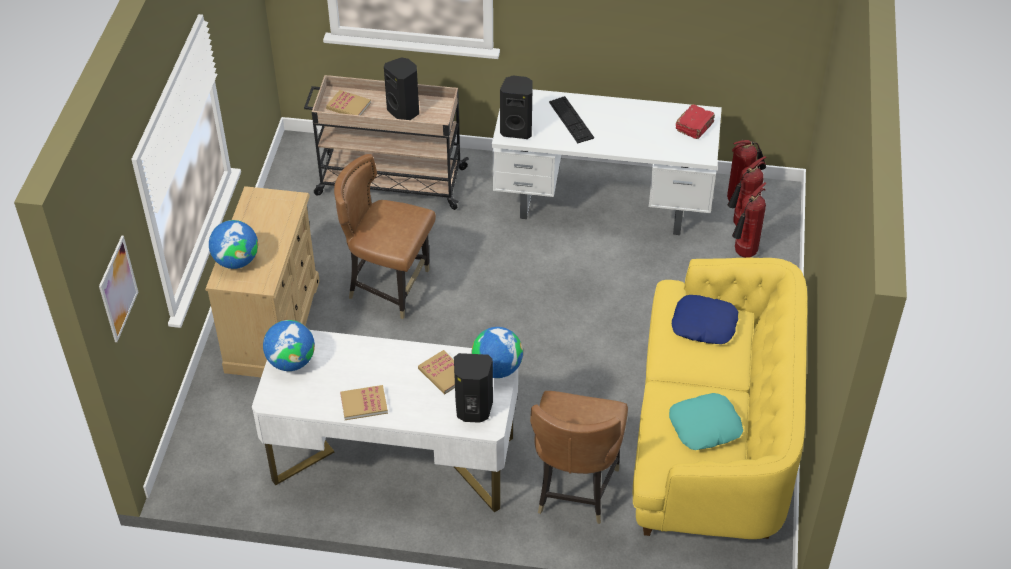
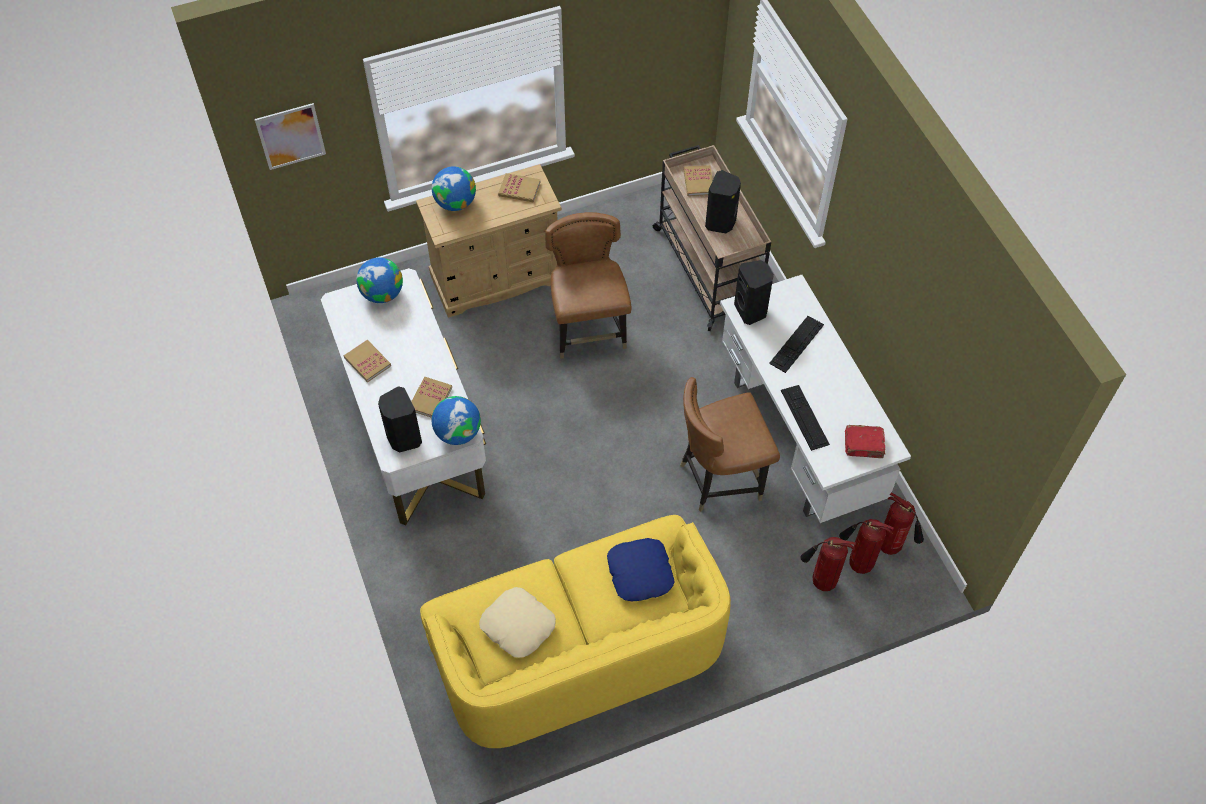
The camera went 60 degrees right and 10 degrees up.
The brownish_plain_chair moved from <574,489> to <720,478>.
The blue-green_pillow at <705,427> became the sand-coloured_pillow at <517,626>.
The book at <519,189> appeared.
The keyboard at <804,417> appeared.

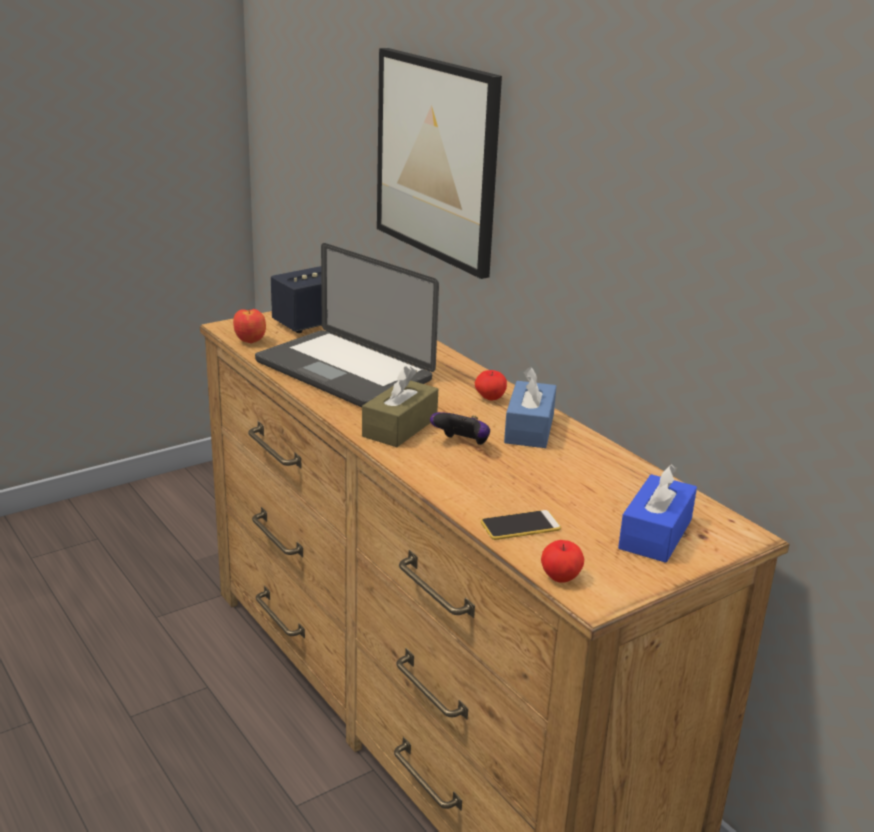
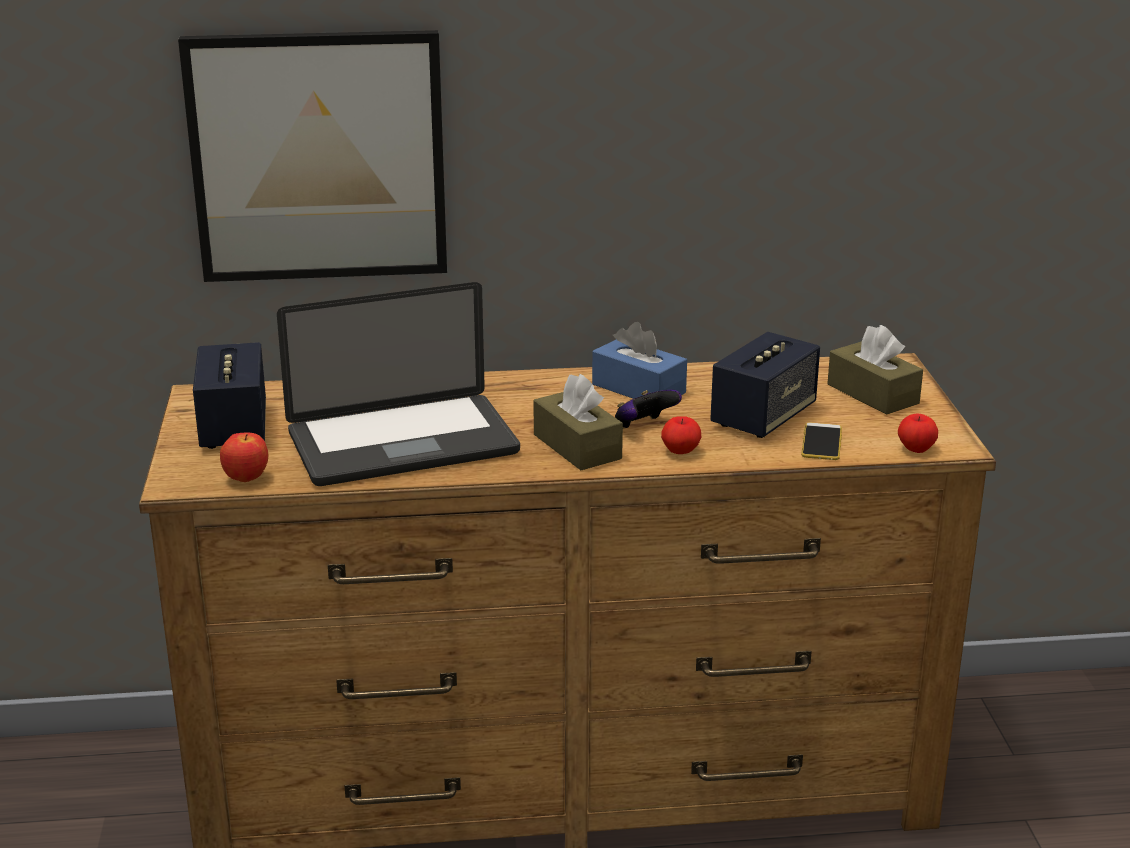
The camera went 60 degrees left and 0 degrees up.
The apple_fruit moved from <490,398> to <680,452>.
The bluish_tissue_holder at <655,534> became the brownish_tissue_holder at <872,394>.
The audio_speaker at <763,417> appeared.

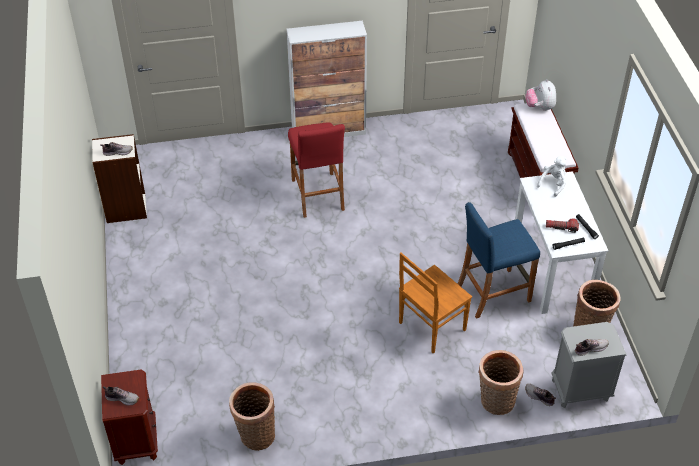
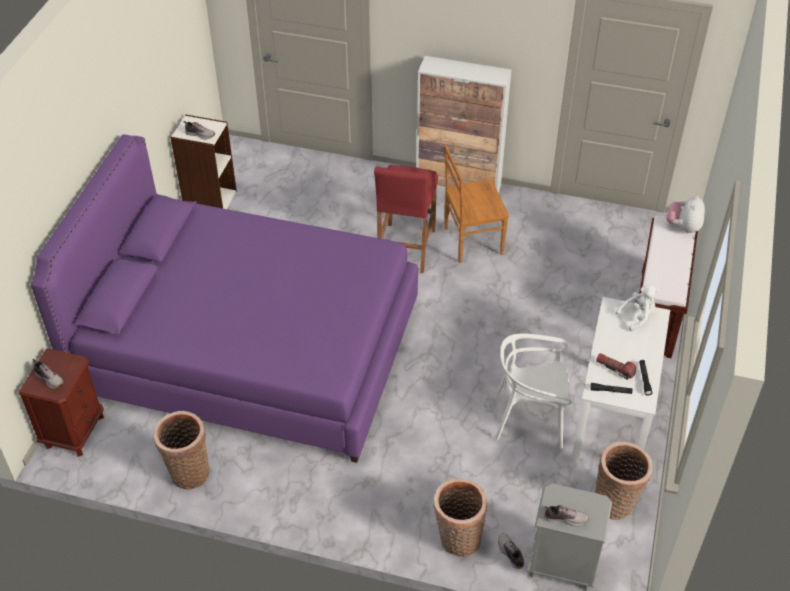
The camera went 25 degrees right and 0 degrees up.
The bluish_stool at <493,293> was replaced by the whitish_plain_chair at <529,419>.
The brownish_plain_chair moved from <430,327> to <471,241>.
The purplish_bed at <249,350> appeared.

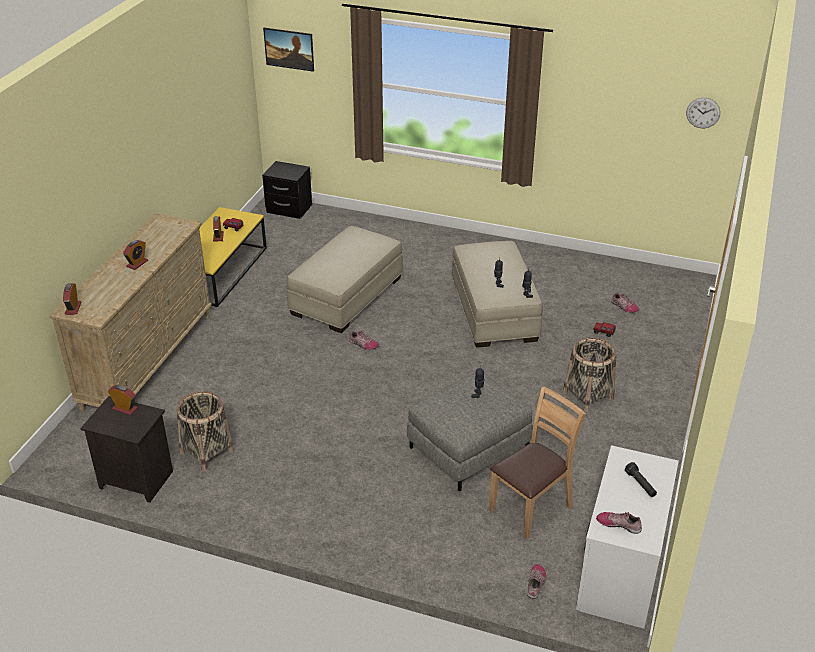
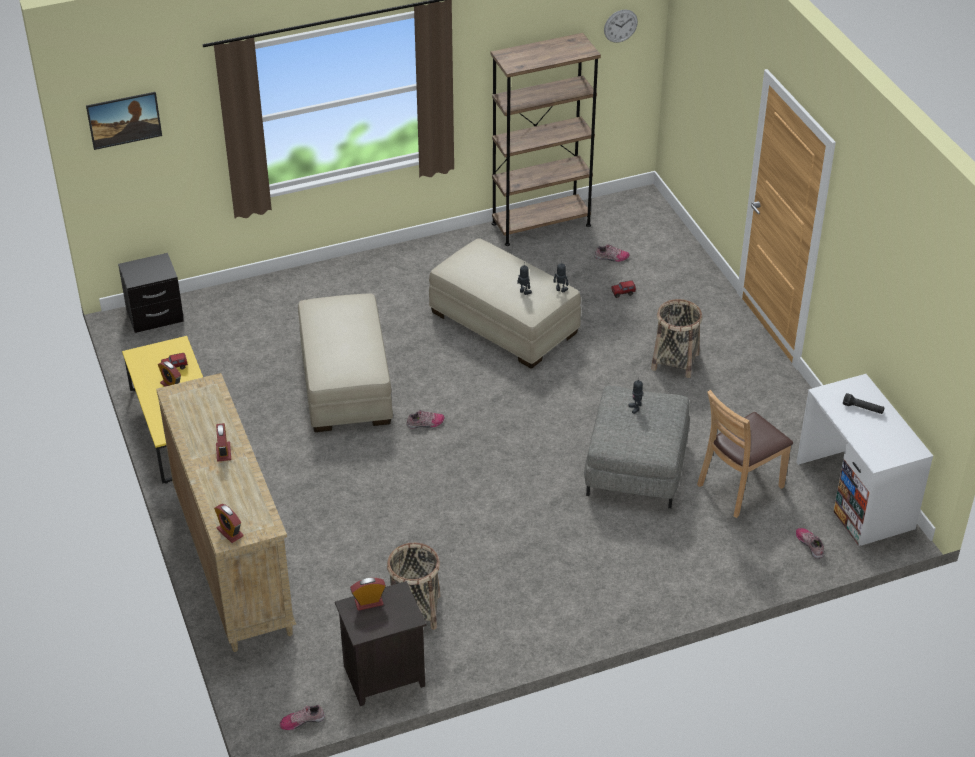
The camera went 40 degrees left and 5 degrees up.
The brownish_plain_chair at <531,508> turned 135 degrees counterclockwise.
The item_of_footwear moved from <619,524> to <302,720>.
The brownish_shelving_unit at <541,224> appeared.

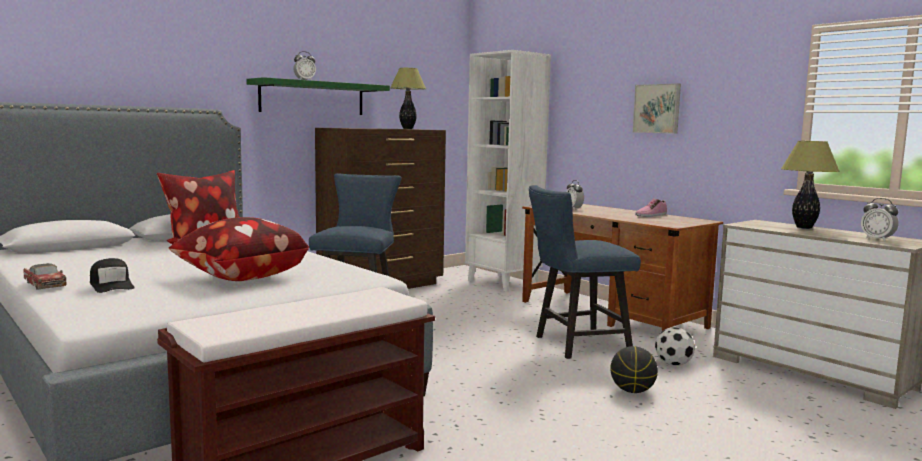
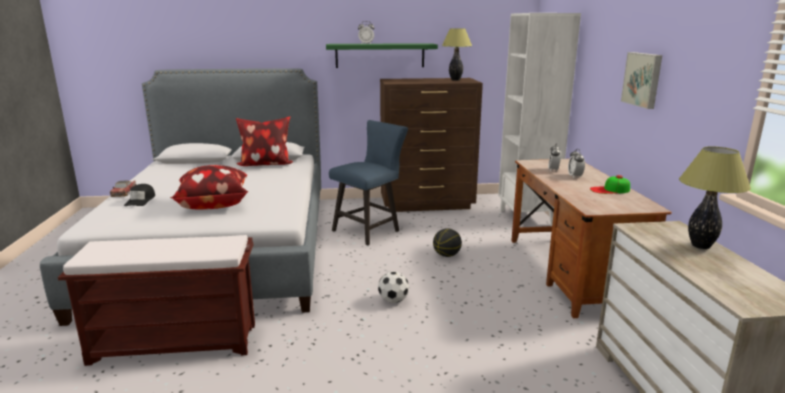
The camera went 35 degrees right and 10 degrees up.
The bluish_plain_chair at <575,345> disappeared.
The alarm_clock moved from <877,239> to <575,176>.
The item_of_footwear at <650,215> was replaced by the peaked_cap at <610,190>.
The ball_for_football moved from <673,364> to <393,300>.
The basketball_ball moved from <632,391> to <447,255>.

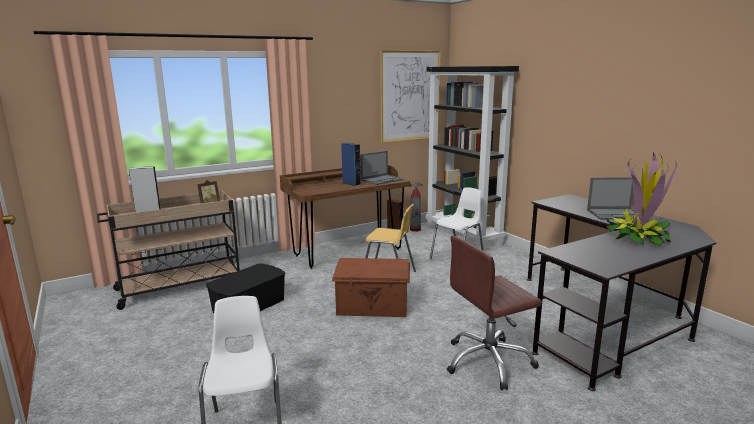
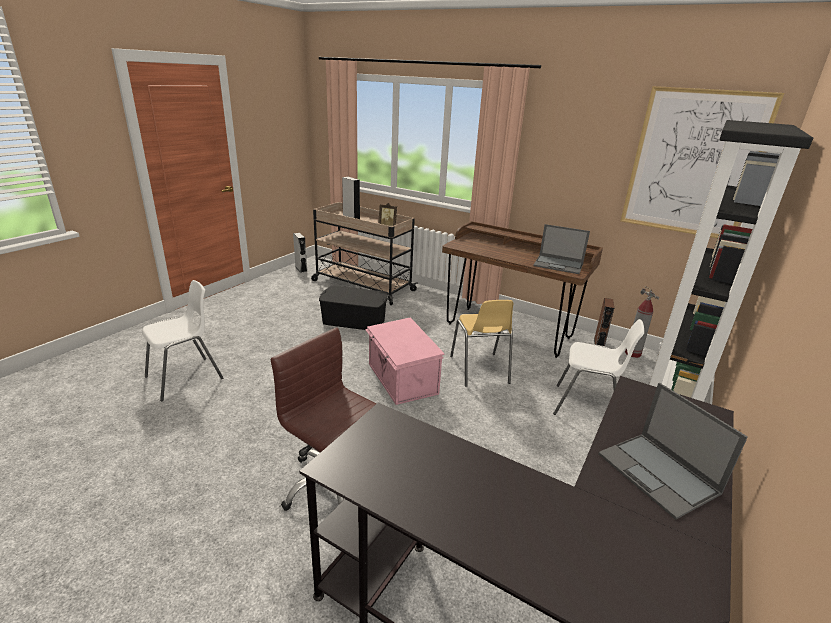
The camera went 60 degrees right and 10 degrees up.
The bluish_audio_speaker at <351,183> disappeared.
The houseplant at <637,238> disappeared.
The brownish_storage_bin at <373,306> became the pinkish_storage_bin at <401,379>.
The gray_audio_speaker at <301,269> appeared.

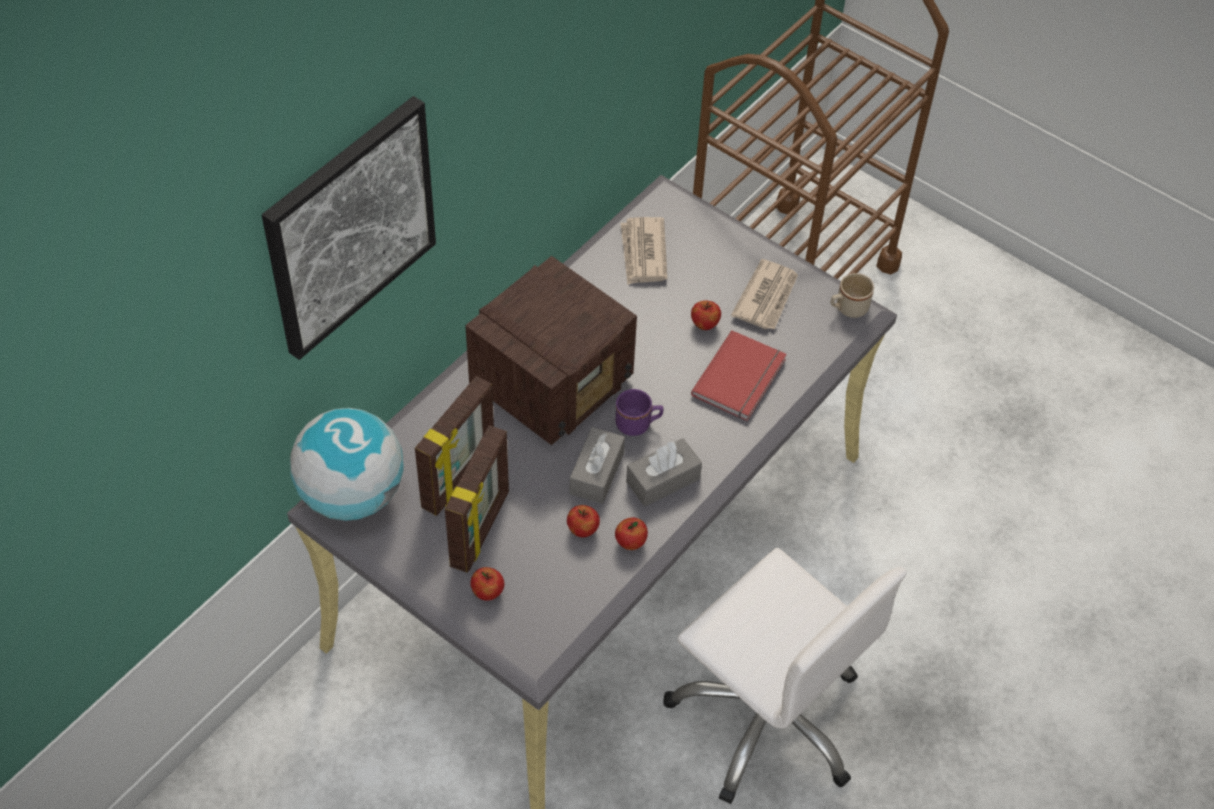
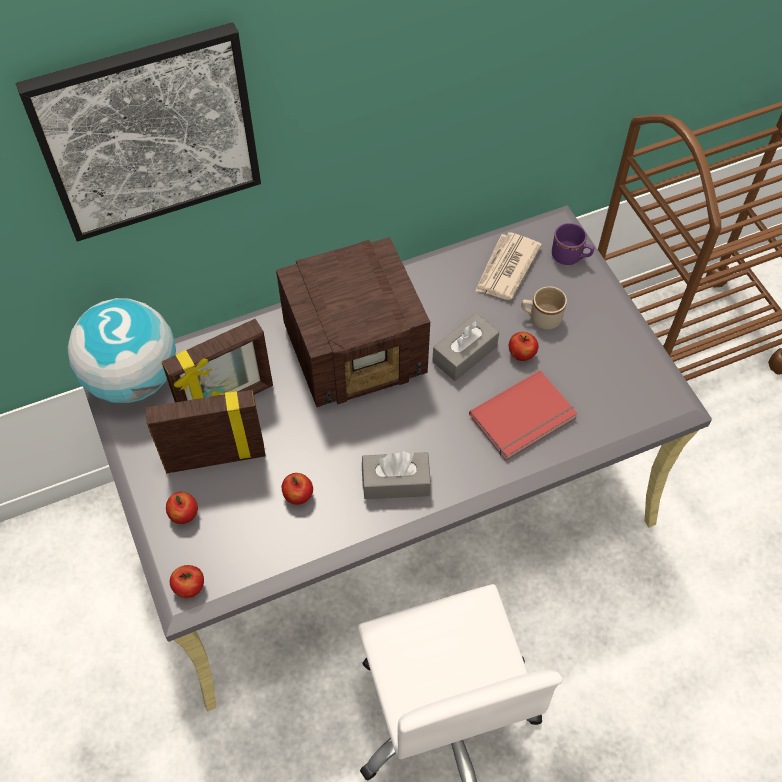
The camera went 30 degrees right and 5 degrees up.
The daily_paper at <767,297> disappeared.
The sand-coloured_coffee_mug moved from <847,308> to <540,318>.
The purplish_coffee_mug moved from <638,424> to <571,257>.
The picture_frame at <481,529> turned 150 degrees counterclockwise.
The gray_tissue_holder moved from <596,473> to <464,354>.
The apple_fruit moved from <630,542> to <189,587>.

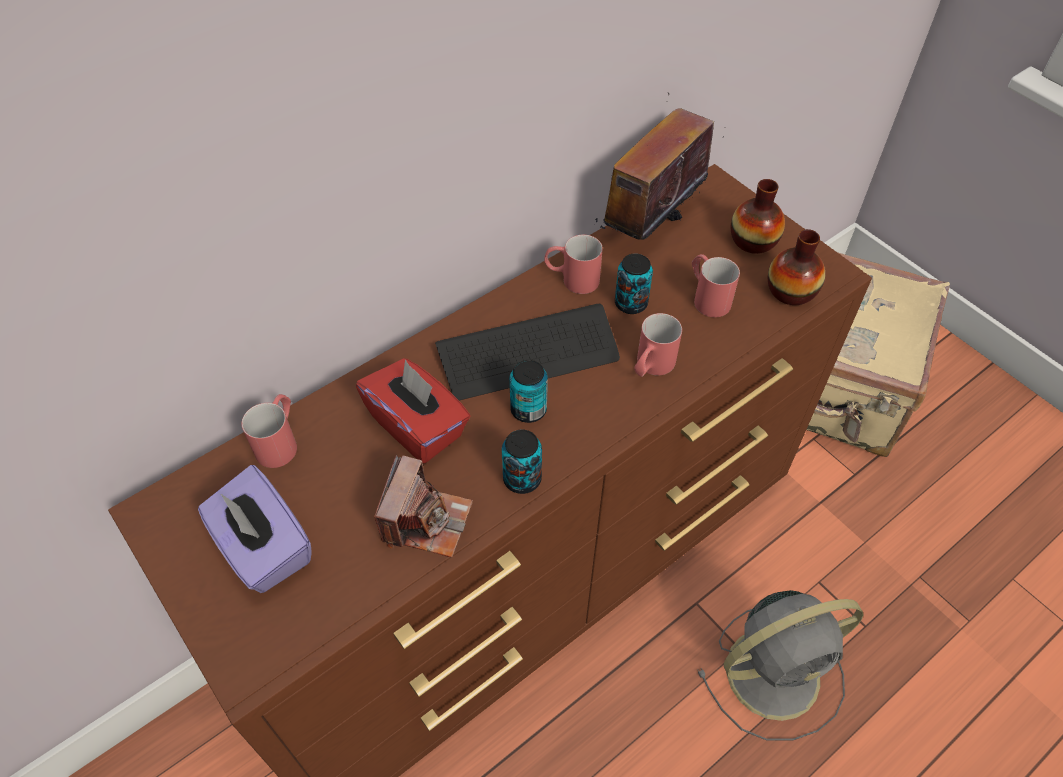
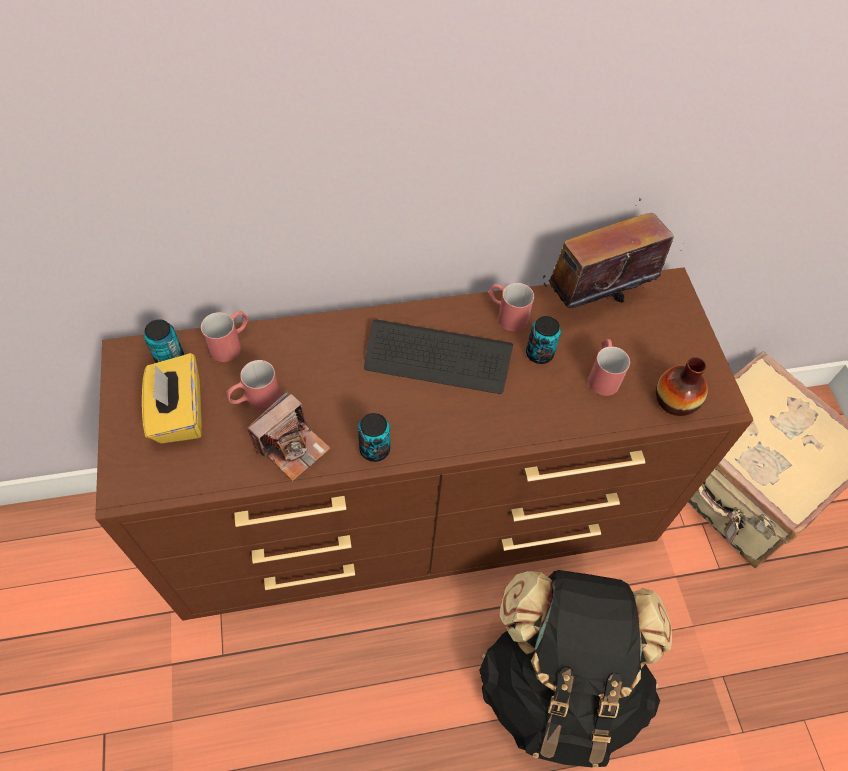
The camera went 25 degrees right and 5 degrees up.
The decorative_vase at <753,241> disappeared.
The reddish_coffee_mug moved from <651,367> to <255,400>.
The reddish_tissue_holder at <418,426> disappeared.
The sealed_can moved from <528,409> to <169,358>.
The purplish_tissue_holder at <264,548> became the yellow_tissue_holder at <179,413>.
The gray_cooling_fan at <776,671> was replaced by the blackish_backpack at <559,685>.

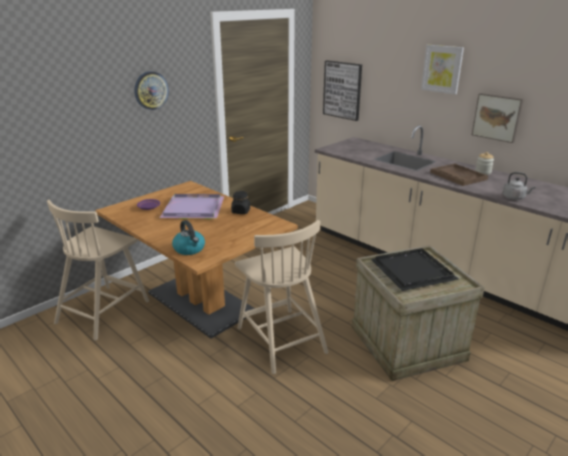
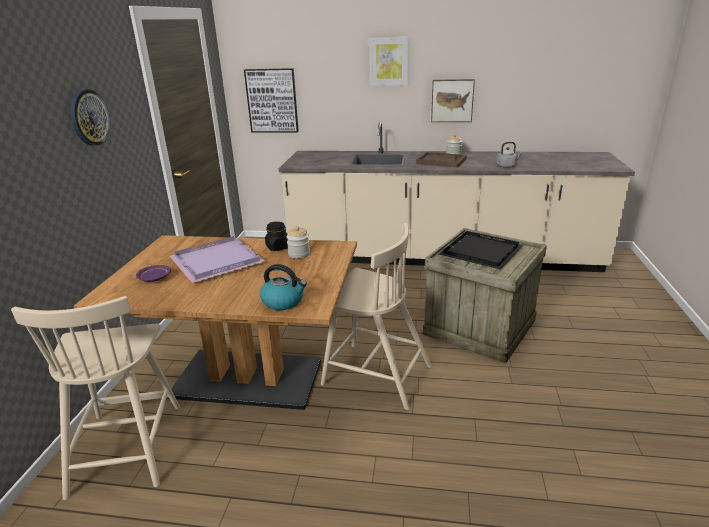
The camera went 35 degrees left and 0 degrees up.
The storage_jar at <299,254> appeared.

